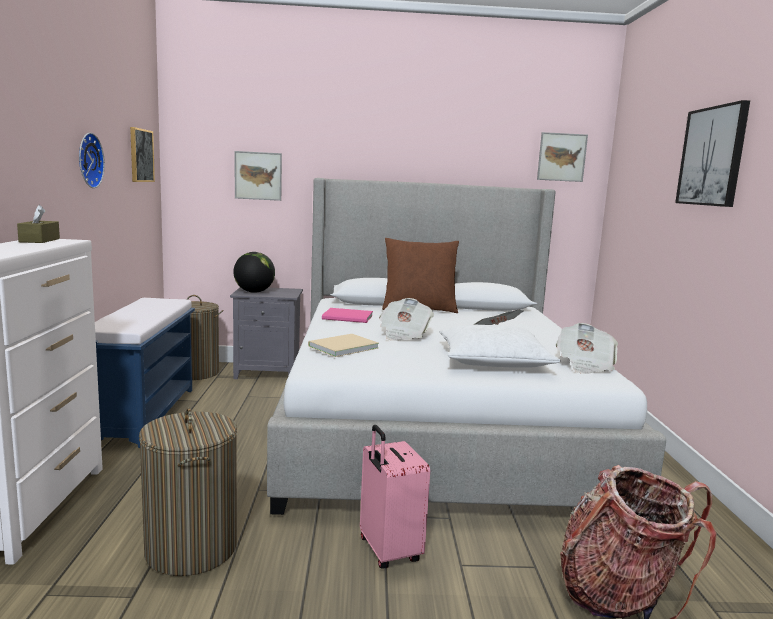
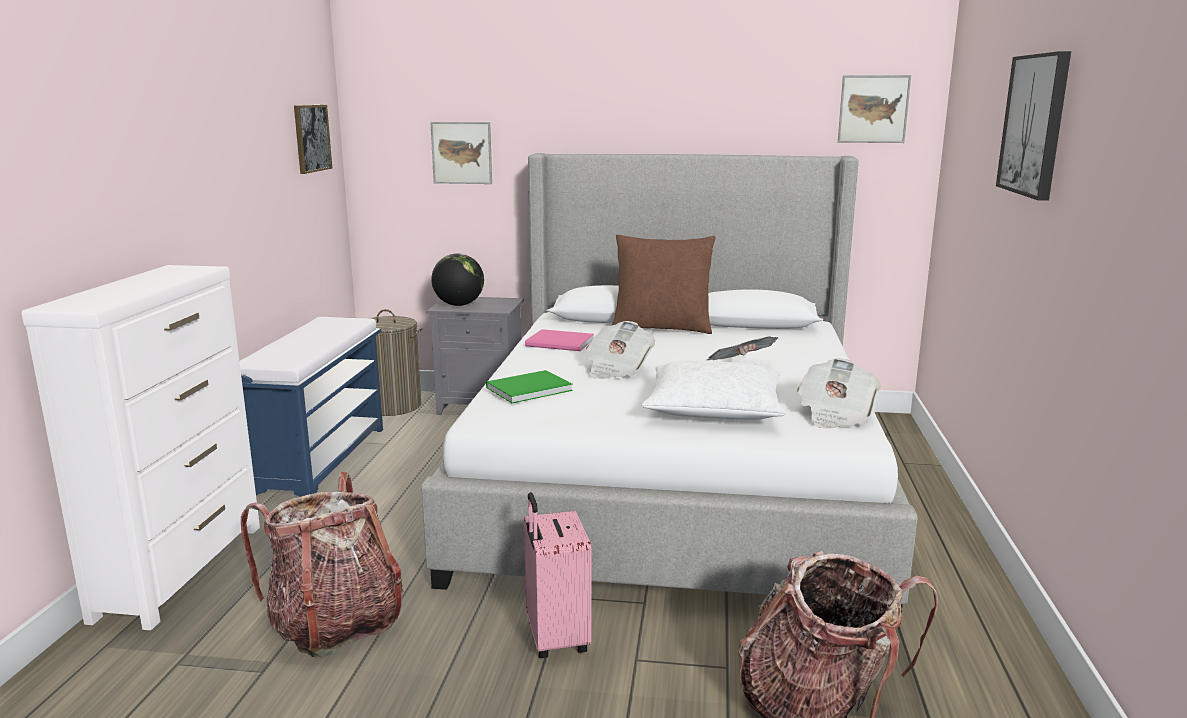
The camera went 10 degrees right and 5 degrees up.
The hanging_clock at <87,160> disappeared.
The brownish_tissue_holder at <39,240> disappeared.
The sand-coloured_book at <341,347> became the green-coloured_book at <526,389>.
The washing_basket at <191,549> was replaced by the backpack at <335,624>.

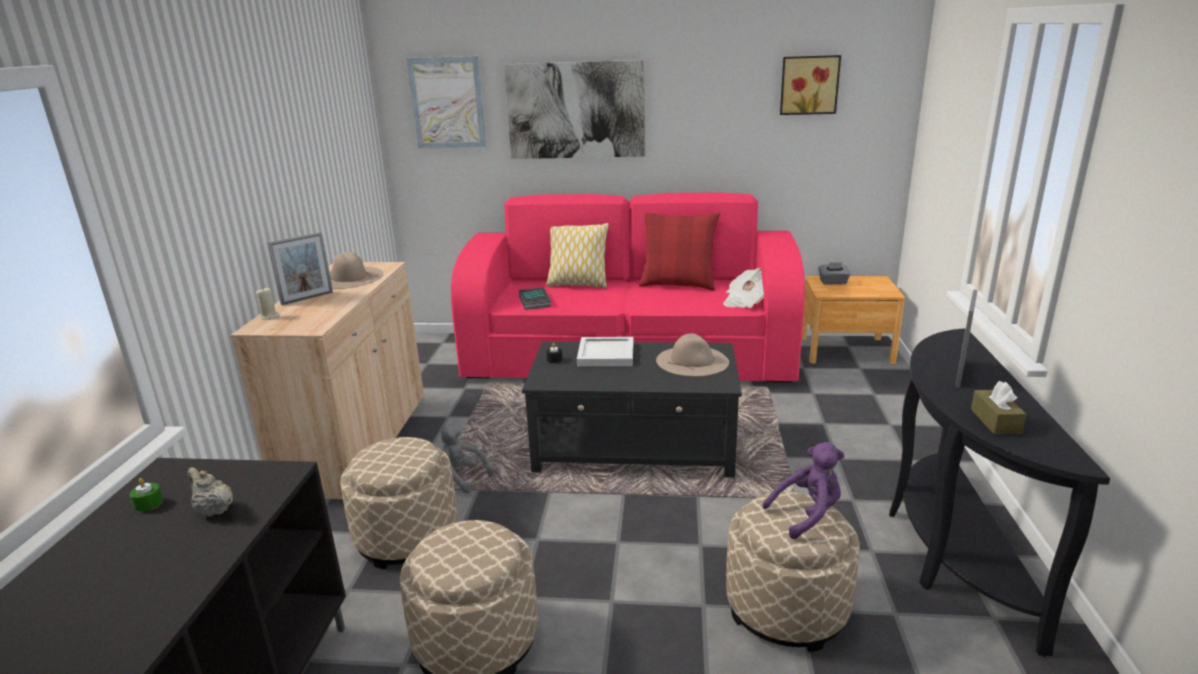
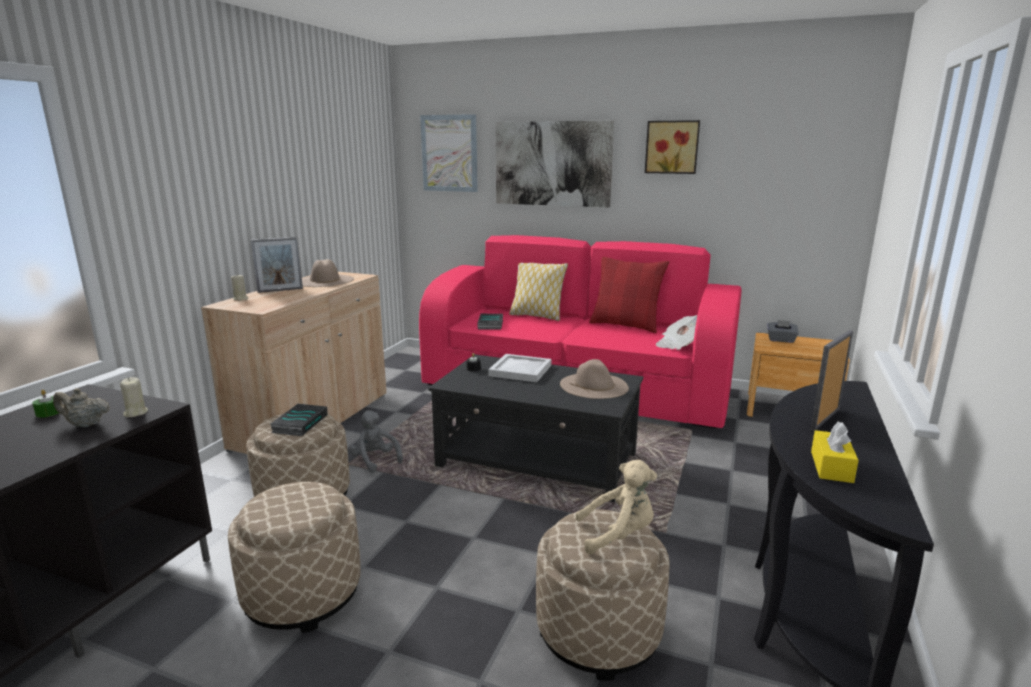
The camera went 15 degrees right and 5 degrees down.
The wall_art moved from <809,85> to <672,147>.
The brownish_tissue_holder at <995,421> became the yellow_tissue_holder at <831,466>.
The purplish_soft_toy at <807,515> became the sand-coloured_soft_toy at <618,535>.
The sand-coloured_tea_pot at <214,510> turned 45 degrees counterclockwise.
The sand-coloured_wax_candle at <135,413> appeared.
The book at <299,423> appeared.

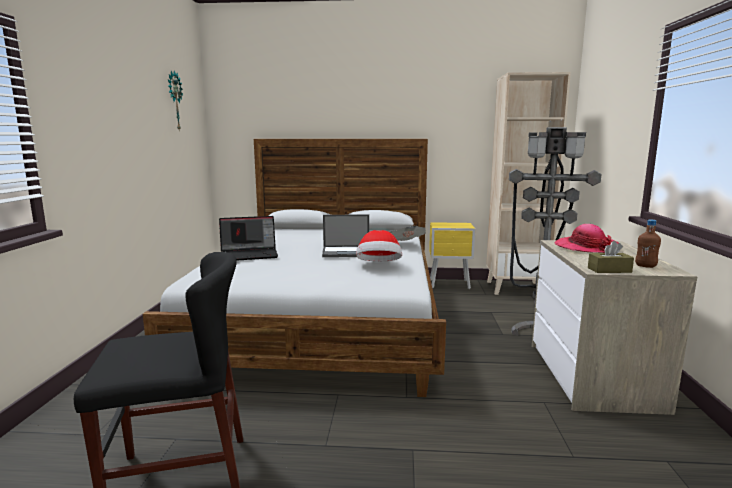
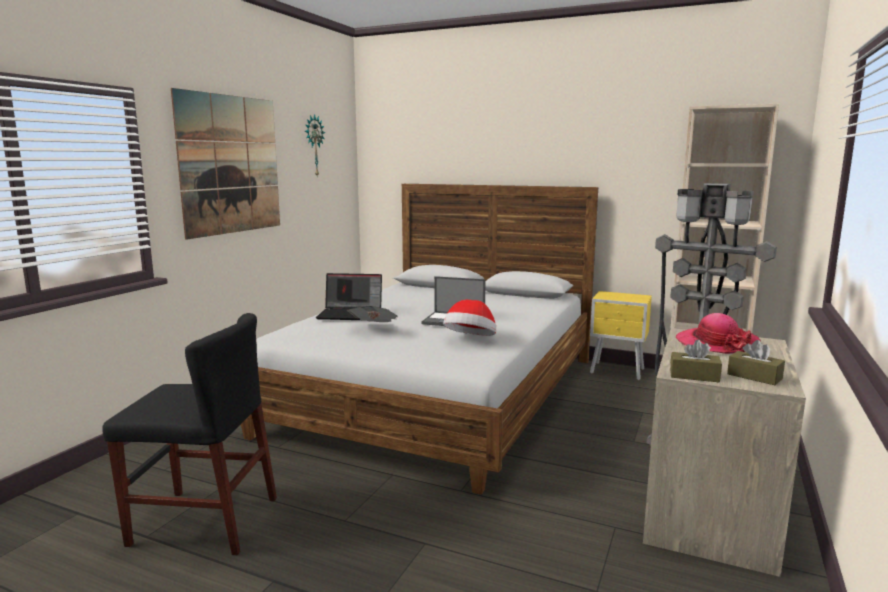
The camera went 20 degrees right and 0 degrees up.
The brownish_bottle at <645,266> was replaced by the brownish_tissue_holder at <754,376>.
The daily_paper moved from <406,244> to <374,328>.
The wall_art at <230,165> appeared.

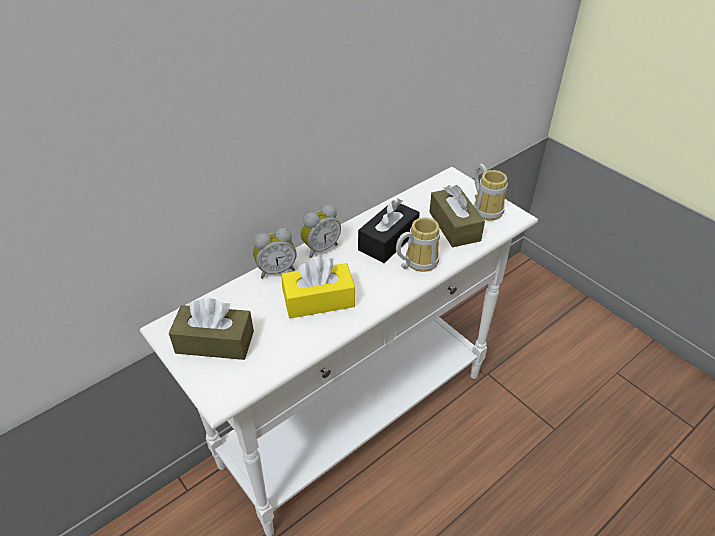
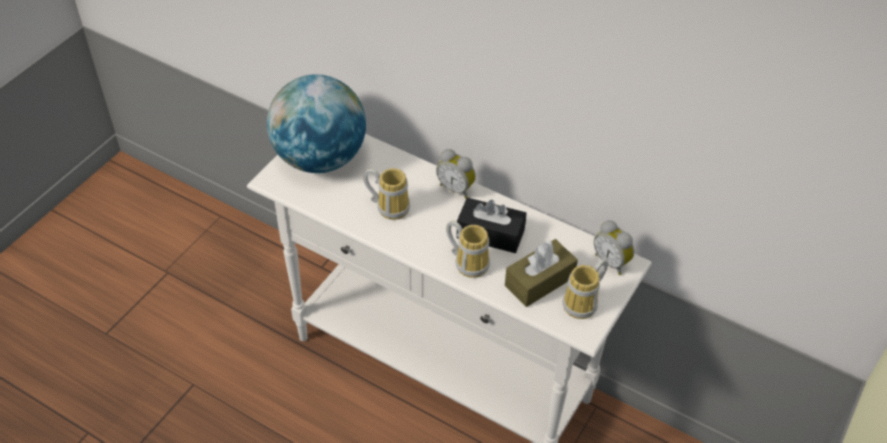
The camera went 70 degrees right and 5 degrees up.
The alarm_clock moved from <276,270> to <612,261>.
The yellow_tissue_holder at <319,300> was replaced by the coffee_mug at <389,206>.
The brownish_tissue_holder at <215,342> was replaced by the globe at <320,158>.

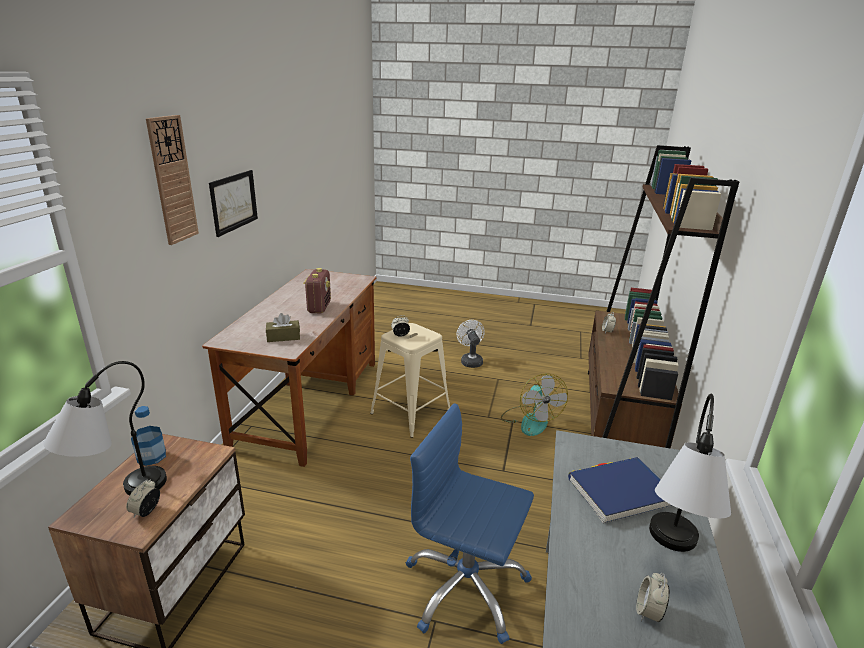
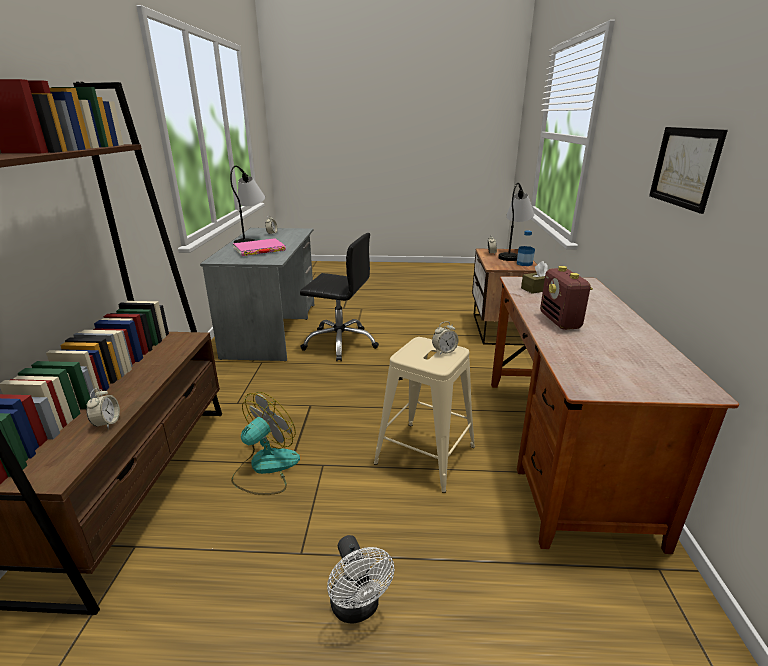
The camera went 170 degrees right and 0 degrees up.
The hanging_clock at <172,180> disappeared.
The cooling_fan at <530,420> turned 60 degrees clockwise.
The bluish_desk_chair at <465,588> became the blackish_desk_chair at <340,343>.
The bluish_book at <620,492> became the pinkish_book at <259,250>.

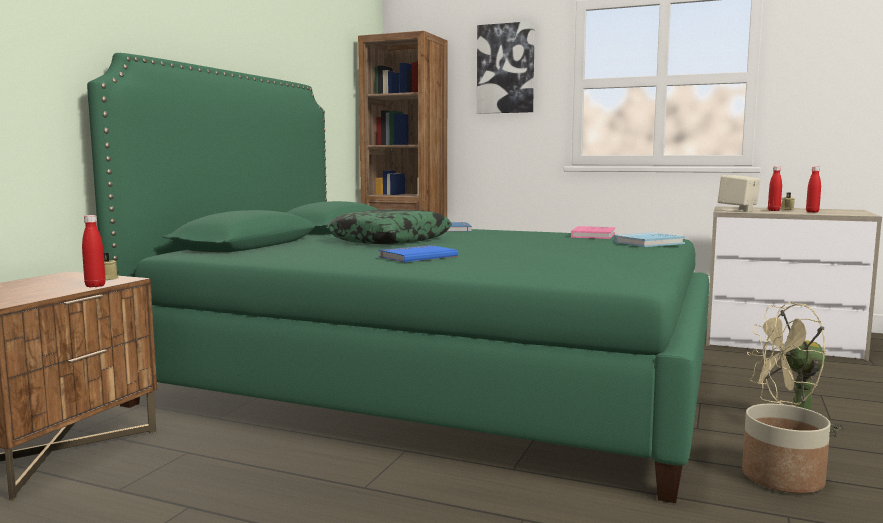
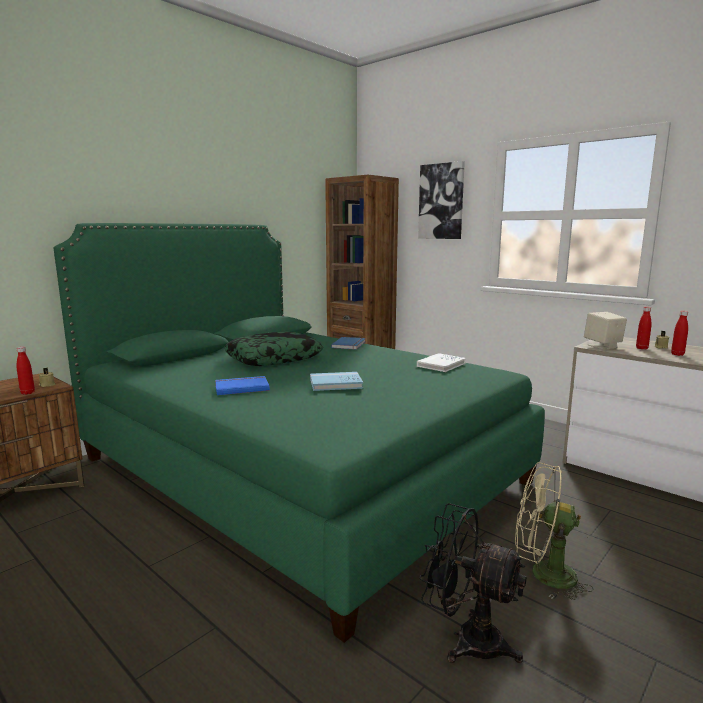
The camera went 20 degrees right and 5 degrees up.
The pinkish_book at <593,235> became the whitish_book at <441,365>.
The bluish_book moved from <649,243> to <335,384>.
The planter at <783,478> was replaced by the blackish_cooling_fan at <467,639>.

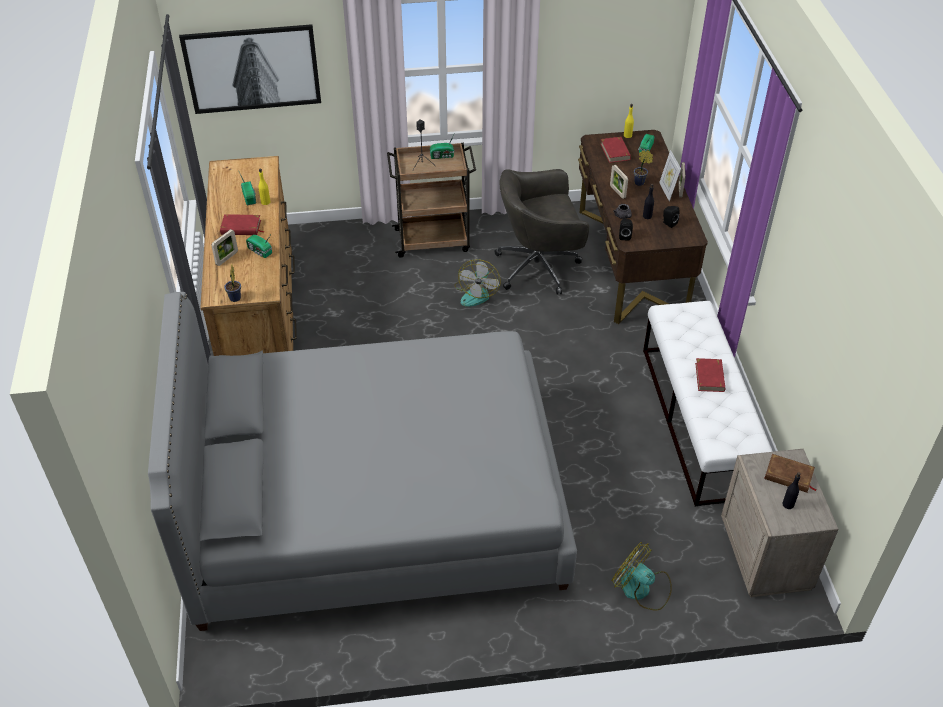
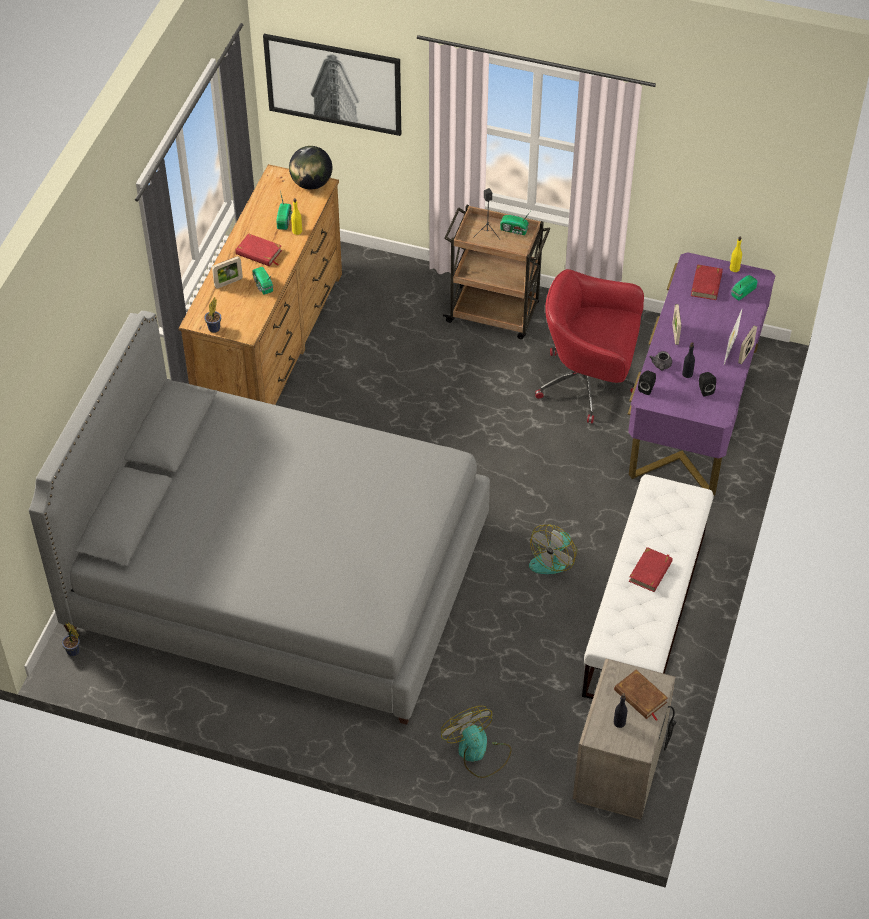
The camera went 25 degrees right and 5 degrees up.
The brownish_desk at <630,261> became the purplish_desk at <693,411>.
The houseplant moved from <640,183> to <74,652>.
The gray_desk_chair at <539,267> became the reddish_desk_chair at <589,384>.
The cooling_fan moved from <476,293> to <554,558>.
The globe at <311,183> appeared.

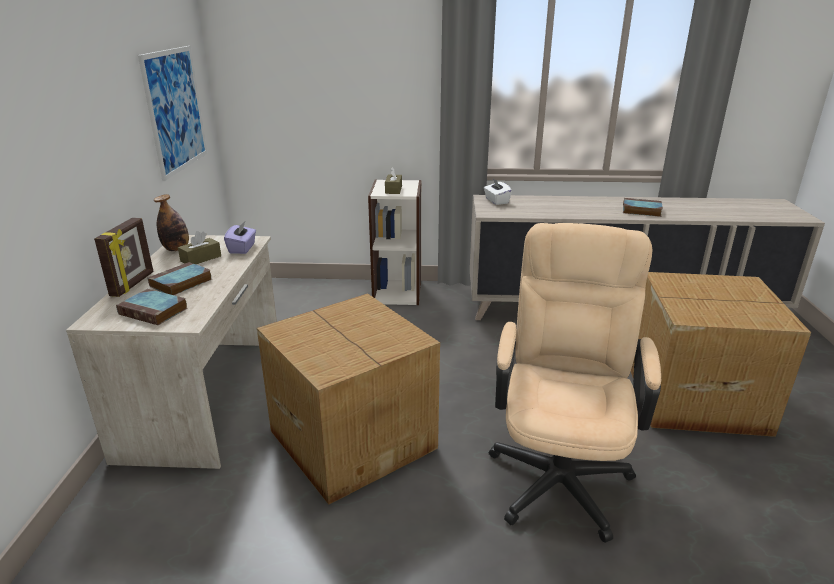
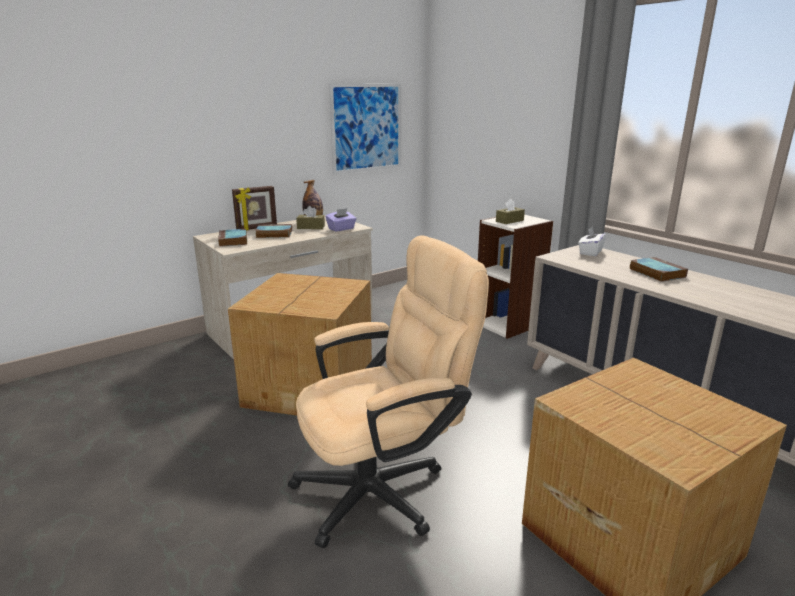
The camera went 50 degrees right and 5 degrees down.
The book moved from <640,210> to <655,272>.

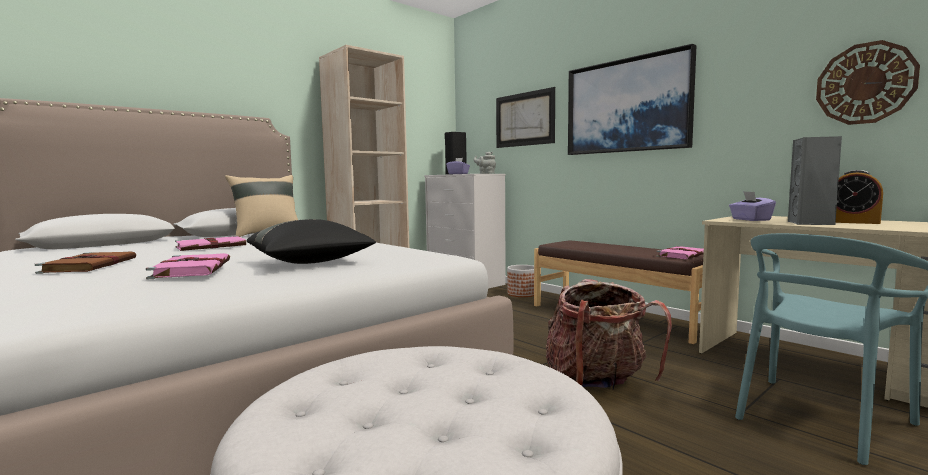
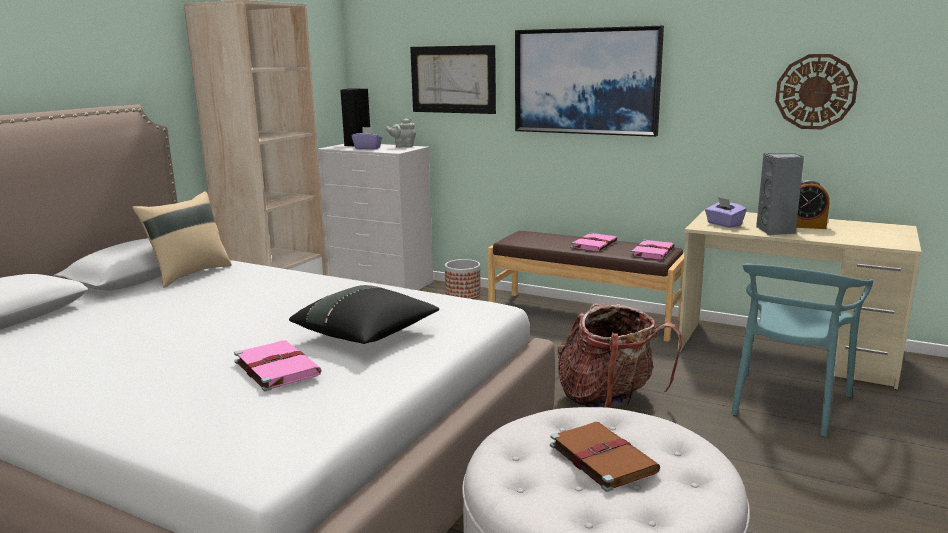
The camera went 20 degrees left and 10 degrees up.
The pinkish_book moved from <212,246> to <594,244>.
The brownish_book moved from <90,265> to <601,457>.

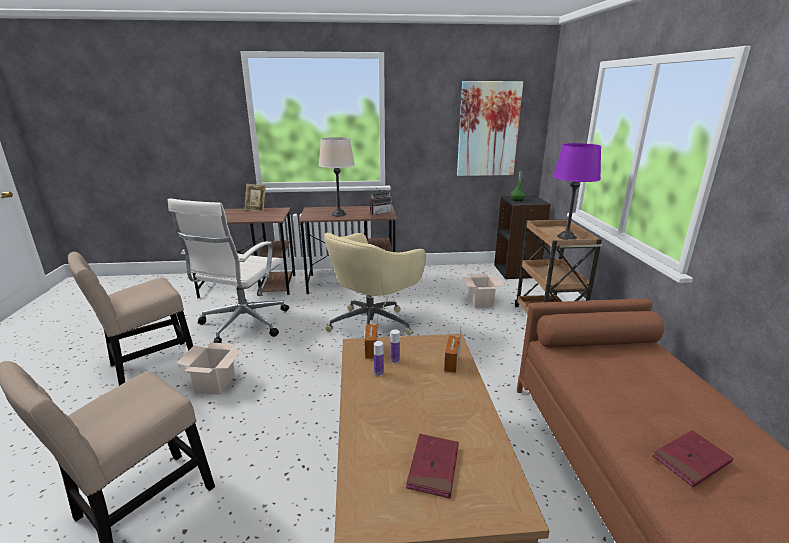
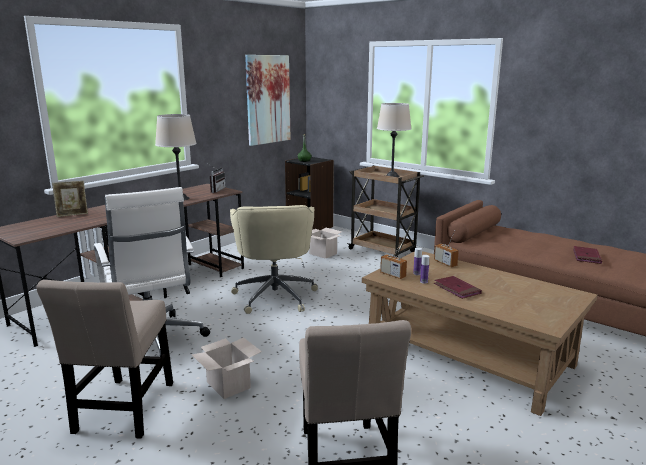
The camera went 45 degrees left and 5 degrees down.
The purplish_tabletop_lamp at <566,237> became the sand-coloured_tabletop_lamp at <392,176>.
The reddish_book moved from <433,467> to <457,289>.

